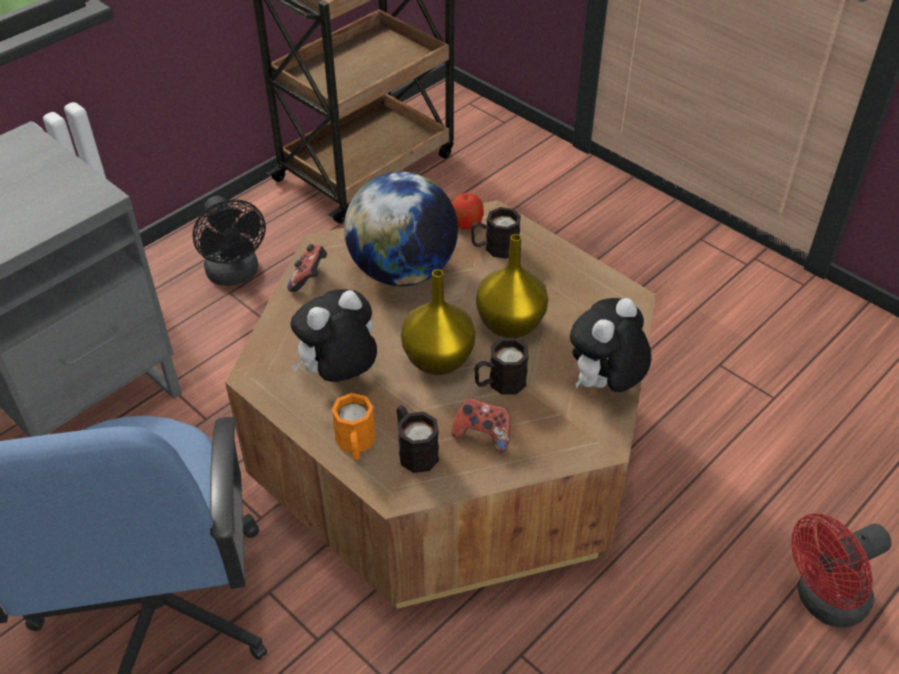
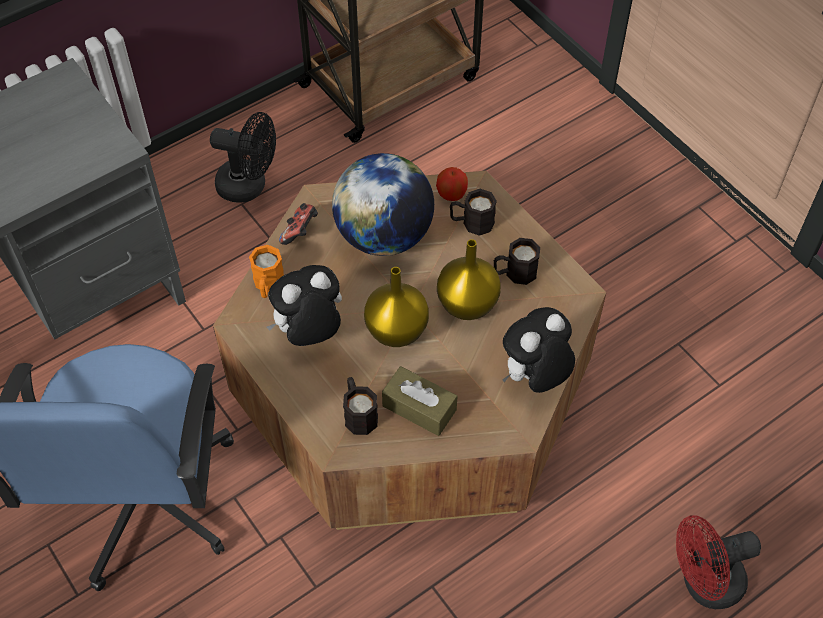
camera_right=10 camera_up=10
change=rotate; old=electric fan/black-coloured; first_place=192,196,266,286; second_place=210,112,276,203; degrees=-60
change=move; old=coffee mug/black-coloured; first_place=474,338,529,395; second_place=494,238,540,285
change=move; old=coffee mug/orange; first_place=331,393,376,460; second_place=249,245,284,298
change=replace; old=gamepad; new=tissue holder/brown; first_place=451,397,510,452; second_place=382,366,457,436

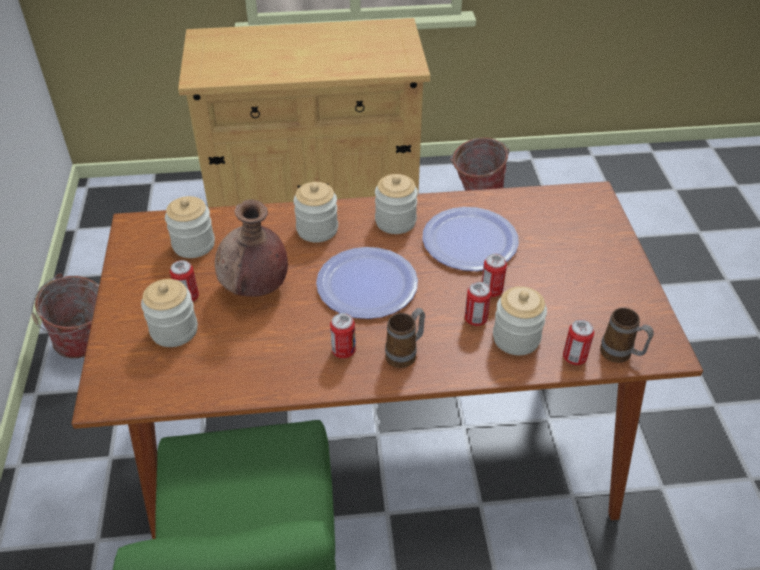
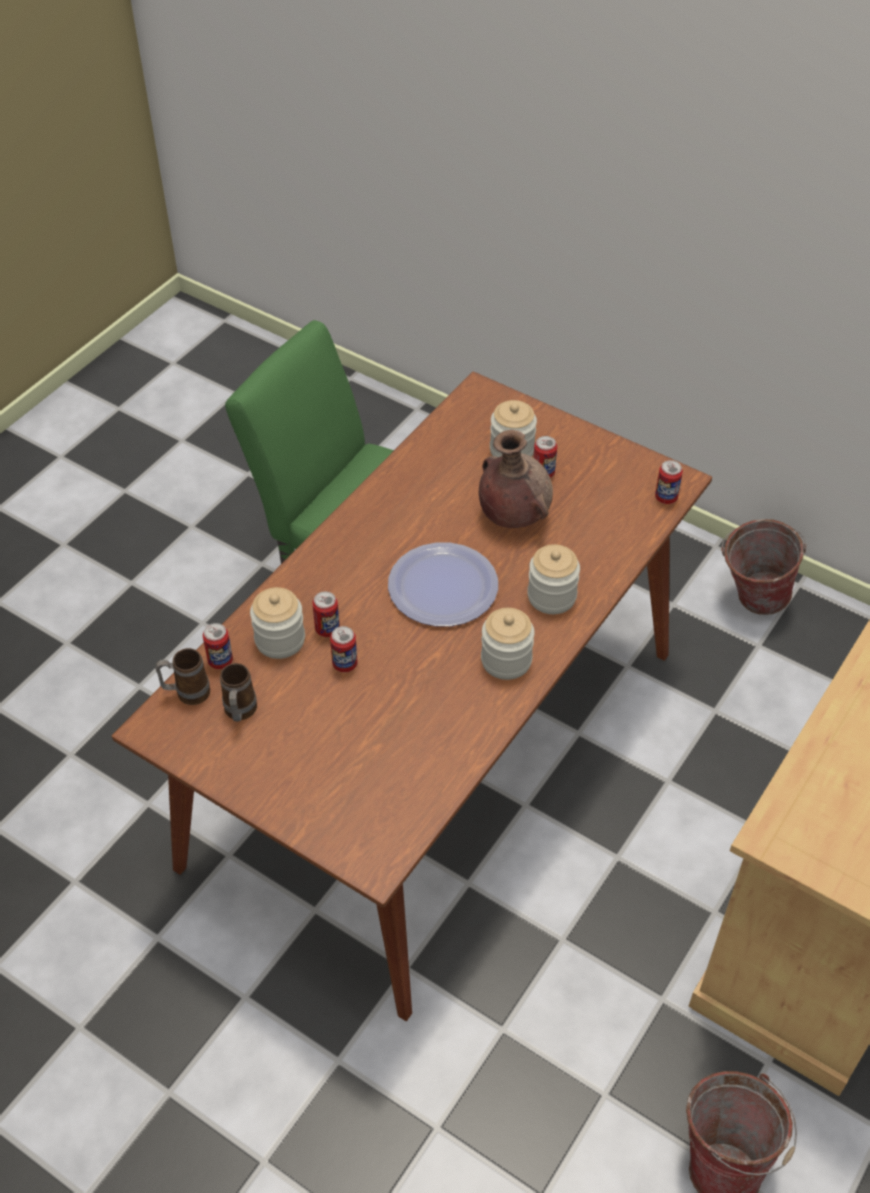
camera_right=130 camera_up=5
change=delete; old=storage jar; first_place=165,196,215,258
change=delete; old=flat dish; first_place=422,207,519,271
change=move; old=coffee mug; first_place=385,308,425,368; second_place=220,663,257,722
change=move; old=metal can; first_place=330,313,356,359; second_place=655,460,683,504

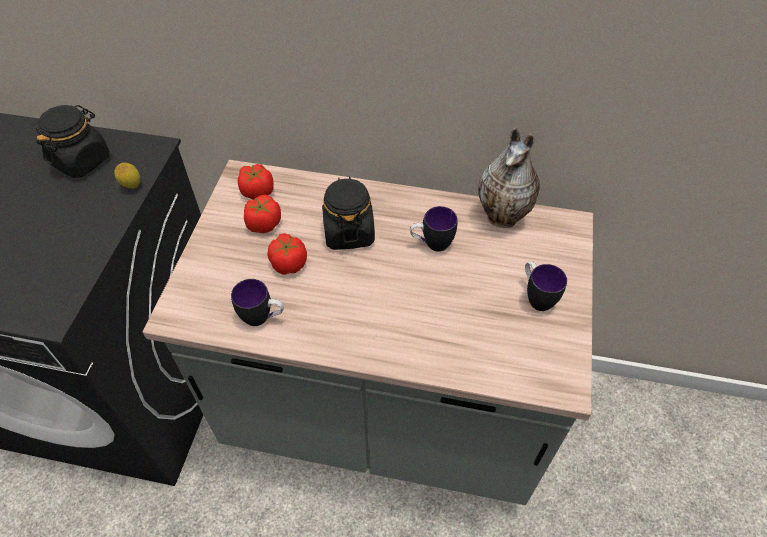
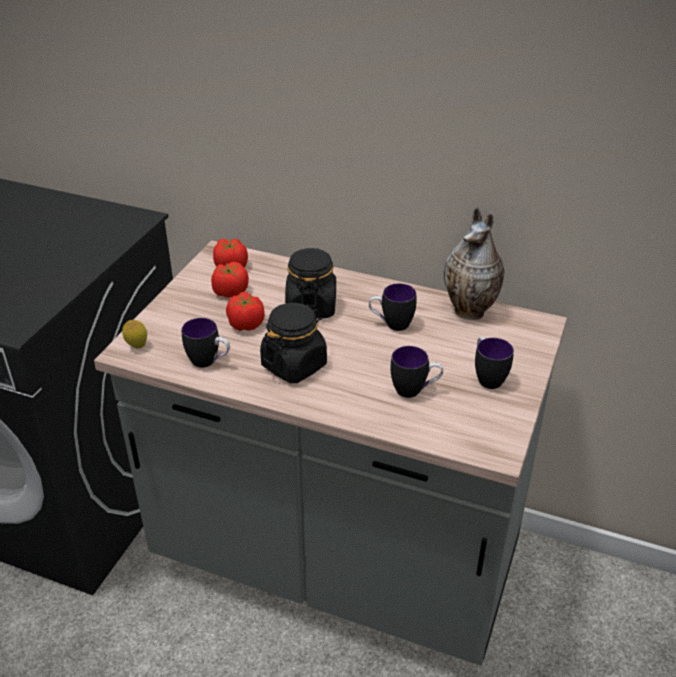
camera_right=10 camera_up=-15
change=move; old=storage jar/black-coloured; first_place=35,105,110,178; second_place=260,303,327,383
change=move; old=lemon; first_place=114,163,140,189; second_place=122,320,147,349
change=insert; new=coffee mug; second_place=391,346,443,398

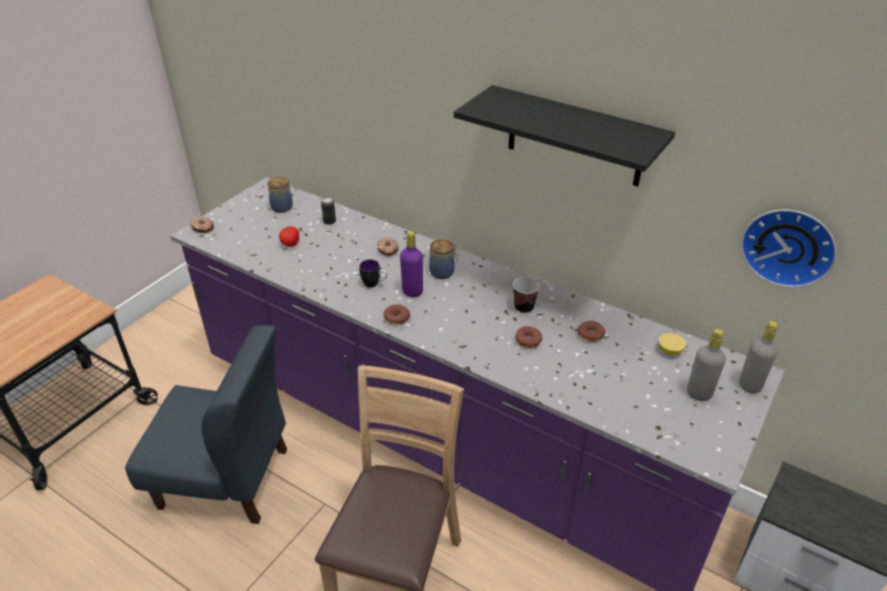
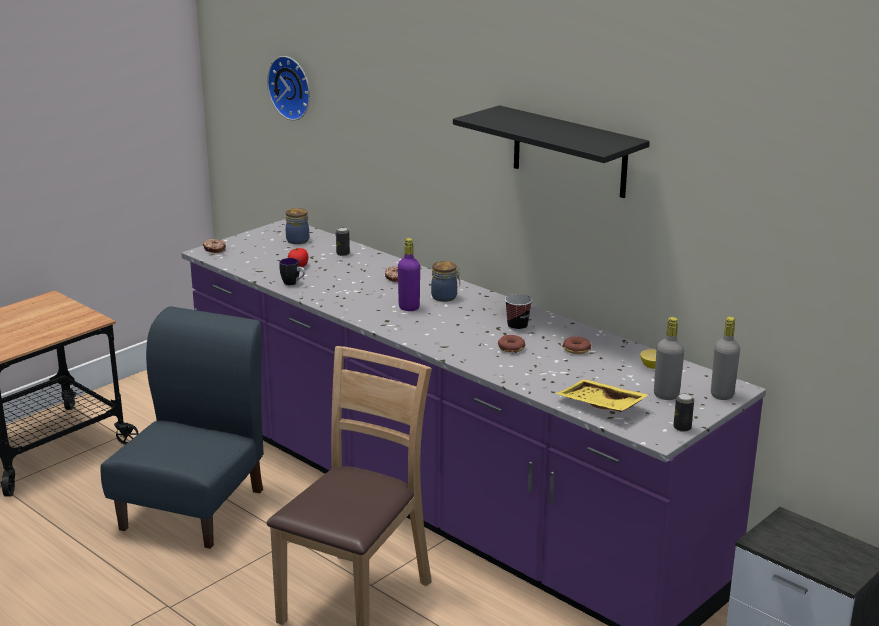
camera_right=10 camera_up=-15
change=move; old=hanging clock; first_place=741,209,837,288; second_place=267,56,310,121
change=move; old=coffee mug; first_place=360,259,387,288; second_place=280,258,305,285
change=delete; old=ring doughnut; first_place=383,304,410,325
change=rotate; old=upright chair/blue-coloured; first_place=125,325,287,524; second_place=101,306,264,549; degrees=-90
change=insert; new=tray/yellow-coloured; second_place=555,379,649,412
change=insert; new=metal can; second_place=673,393,694,432

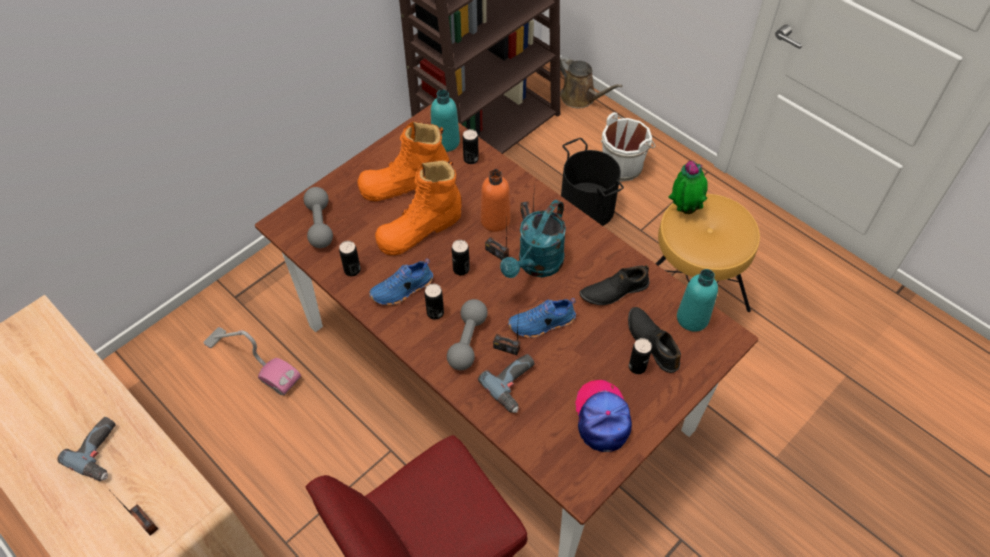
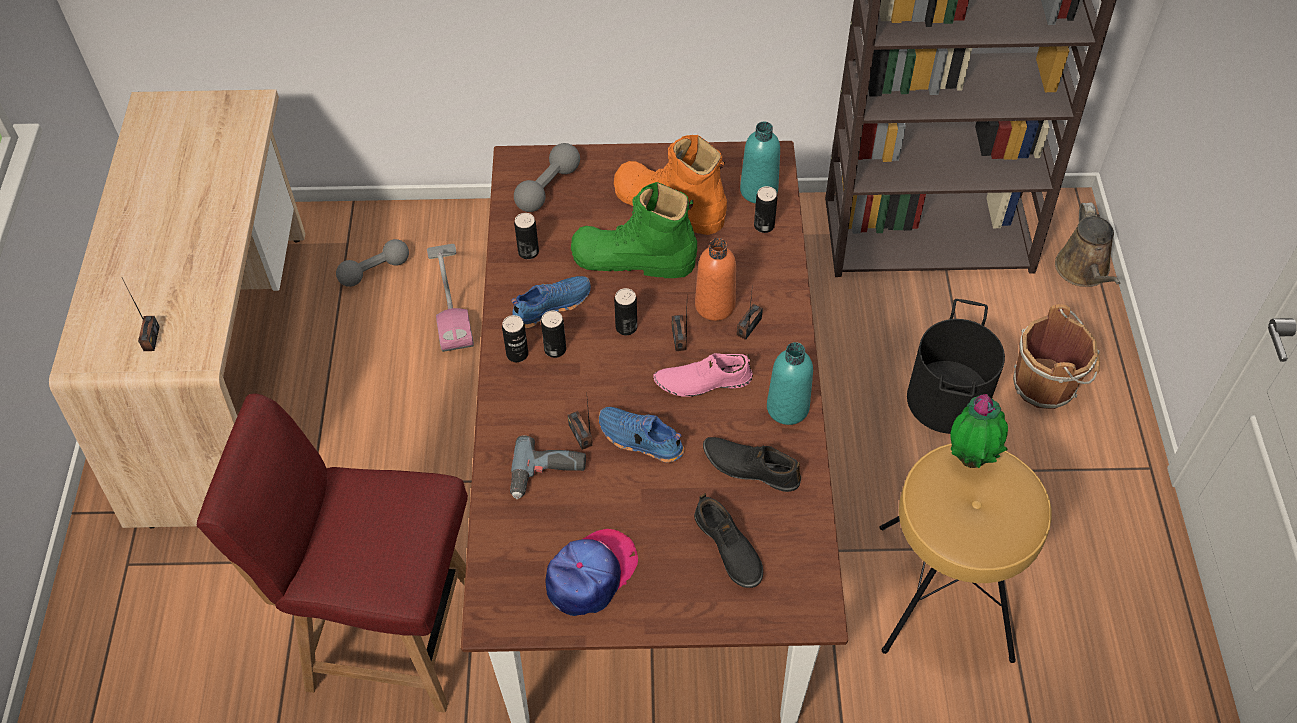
camera_right=45 camera_up=0
change=recolor; old=water bucket/whitish; new=water bucket/brown; first_place=601,112,656,181; second_place=1013,304,1100,409
change=recolor; old=boot/orange; new=boot/green-coloured; first_place=375,160,462,255; second_place=571,182,697,278
change=replace; old=sprinkling can/turquoise; new=shoe/pinkish; first_place=500,200,566,278; second_place=653,353,752,397
change=rotate; old=shoe/blue-coloured; first_place=369,259,433,306; second_place=511,276,591,329; degrees=135
change=move; old=beverage bottle/turquoise; first_place=677,269,718,332; second_place=767,342,813,425
change=move; old=free weight/gray; first_place=447,299,488,370; second_place=336,239,409,287
change=rotate; old=shoe/black-coloured; first_place=628,307,681,373; second_place=694,493,763,588; degrees=135
change=move; old=metal can; first_place=629,338,652,374; second_place=502,315,528,362
change=delete; old=power drill; first_place=58,417,116,481

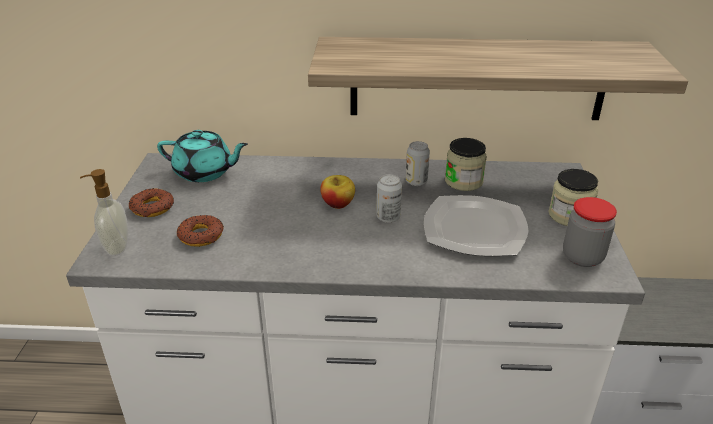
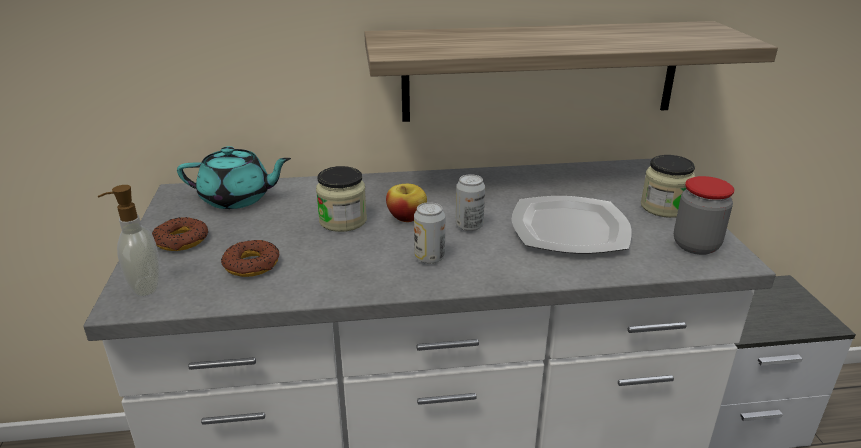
camera_right=-10 camera_up=-5
change=move; old=storage jar; first_place=445,138,487,191; second_place=316,166,367,232
change=move; old=metal can; first_place=406,141,430,186; second_place=414,202,445,264

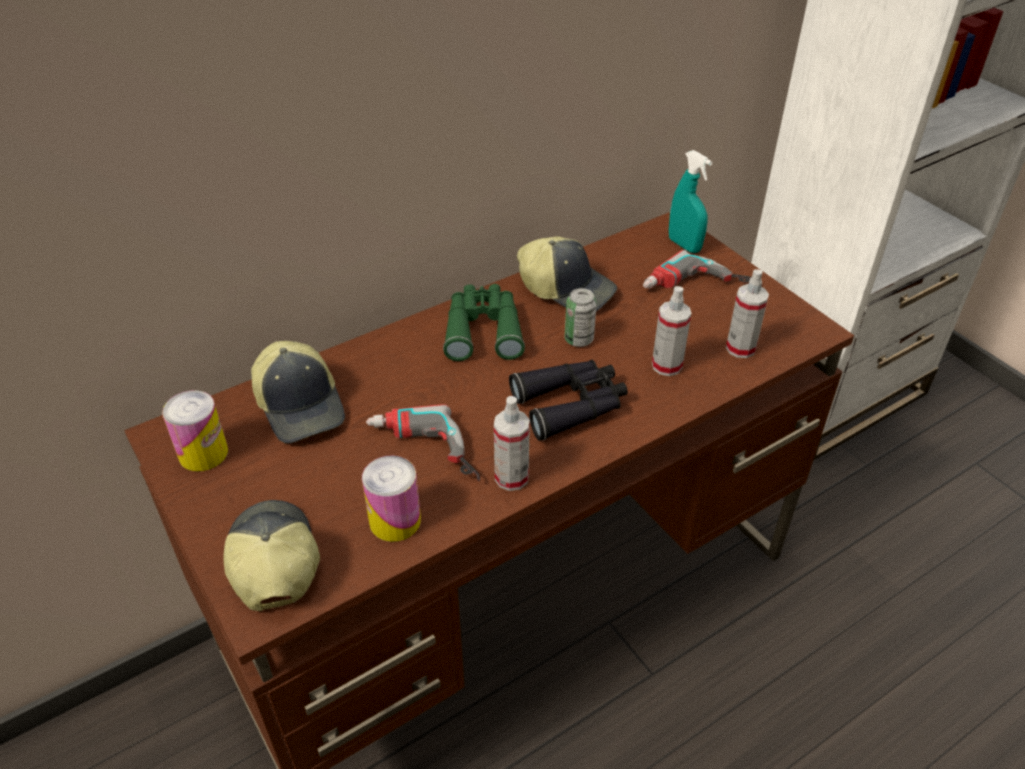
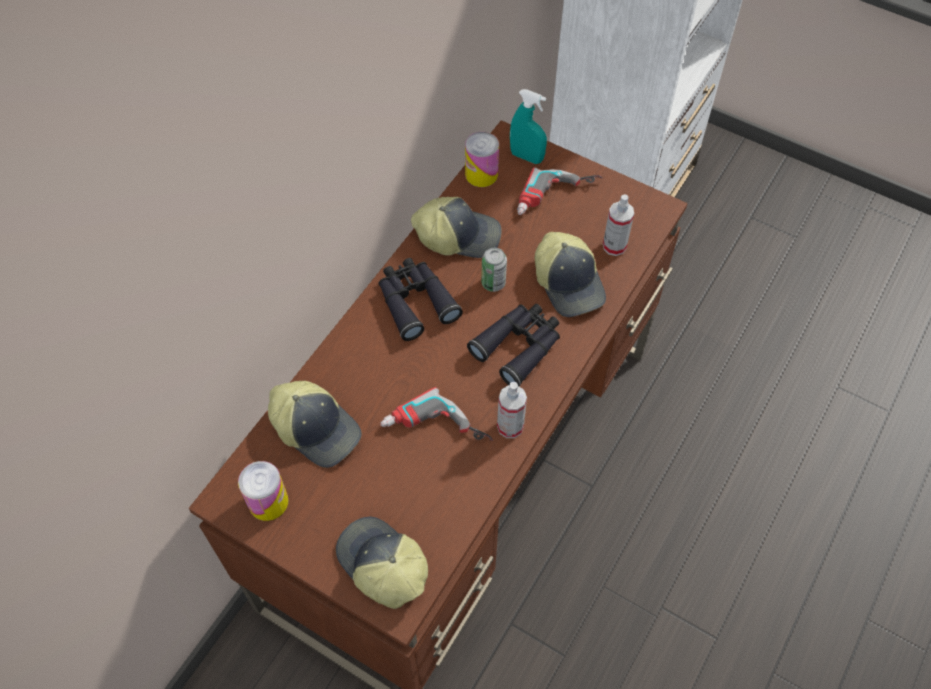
camera_right=-25 camera_up=15
change=recolor; old=binoculars/green-coloured; new=binoculars/black-coloured; first_place=443,284,525,361; second_place=378,258,463,341
change=replace; old=spray bottle; new=baseball cap; first_place=652,286,691,376; second_place=535,232,606,317
change=move; old=metal can; first_place=362,456,421,542; second_place=465,132,499,187

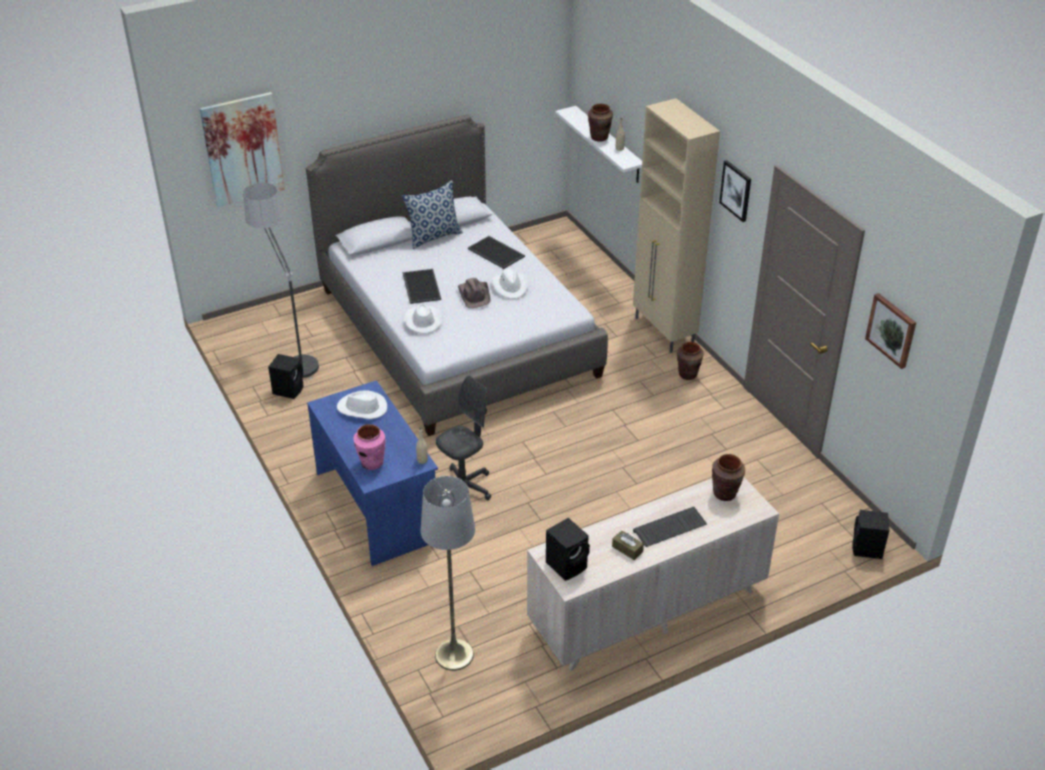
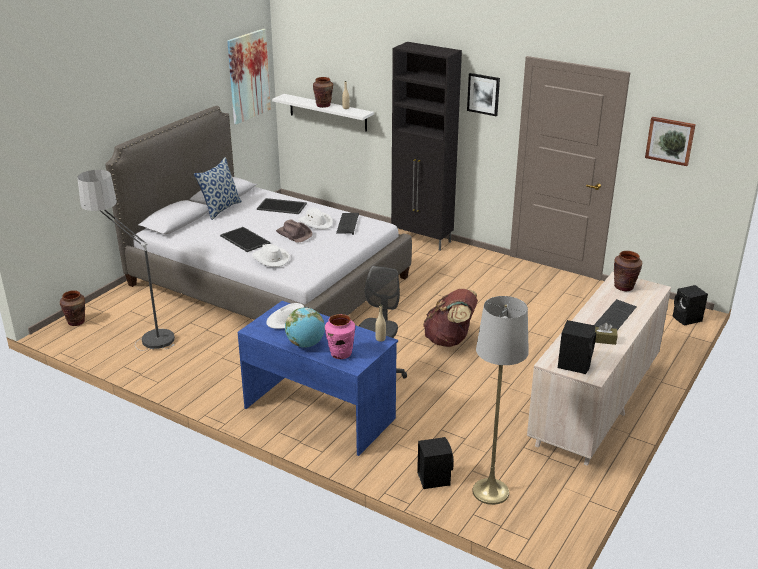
camera_right=-30 camera_up=-10
change=move; old=wall art; first_place=200,92,285,207; second_place=227,29,271,124
change=recolor; old=cupboard/beige; new=cupboard/black-coloured; first_place=633,98,720,353; second_place=391,42,462,251
change=move; old=vase/brown; first_place=677,342,703,380; second_place=60,290,85,326
change=move; old=audio speaker/black-coloured; first_place=268,354,304,399; second_place=417,437,454,489
change=insert; new=PC keyboard; second_place=336,213,359,235
change=insert; new=rucksack/brown; second_place=423,289,478,347
change=insert; new=world globe; second_place=285,308,325,348

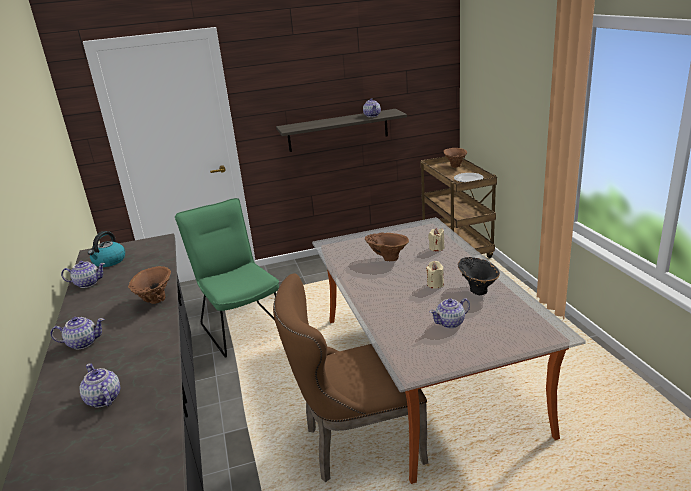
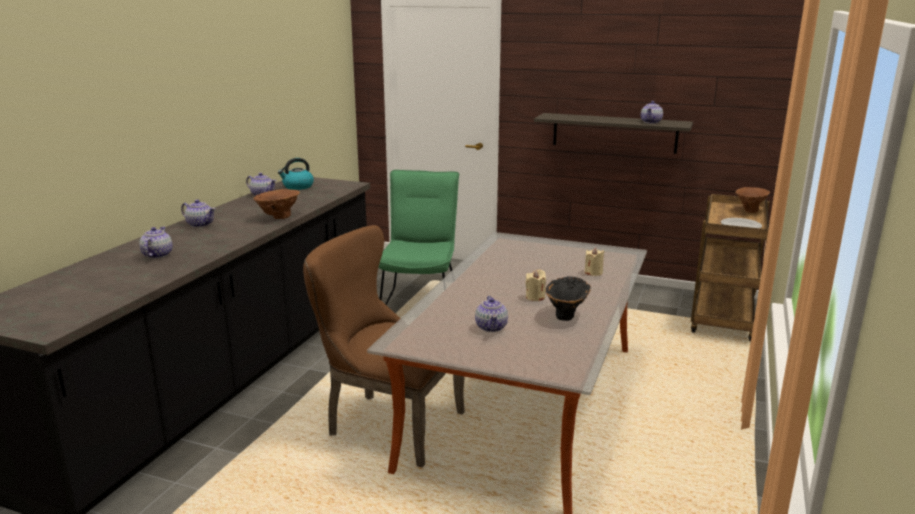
camera_right=35 camera_up=-5
change=delete; old=vase/brown; first_place=365,232,409,261
change=rotate; old=pot for tea; first_place=430,298,470,328; second_place=475,296,508,332; degrees=-105

